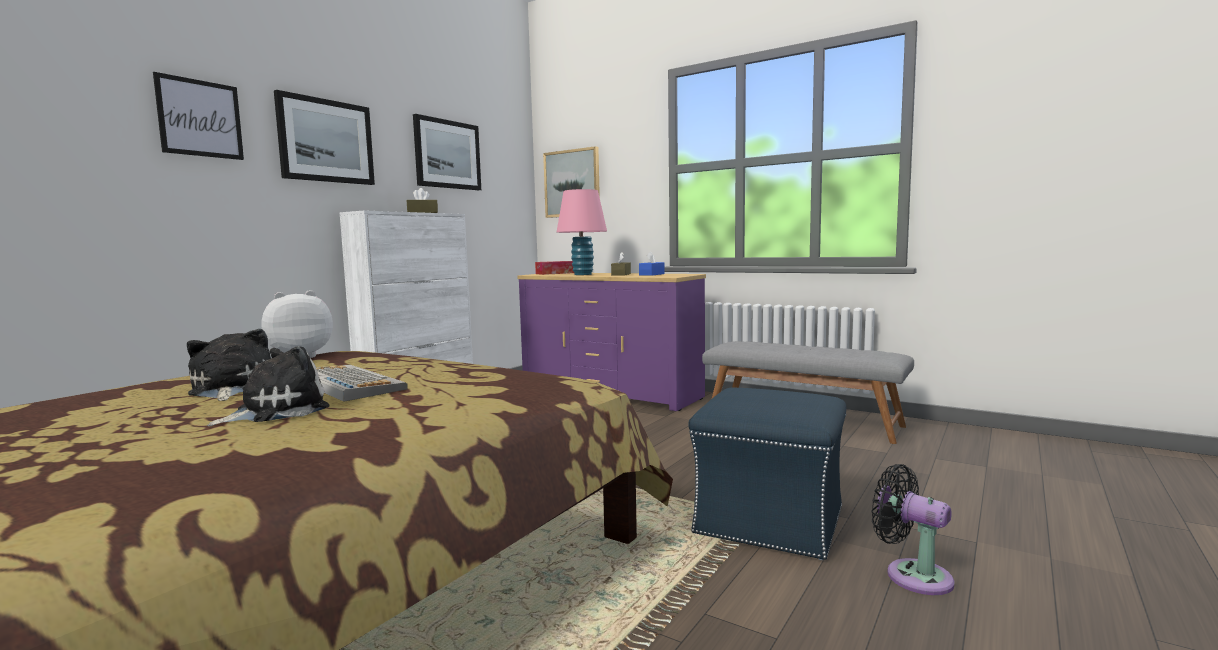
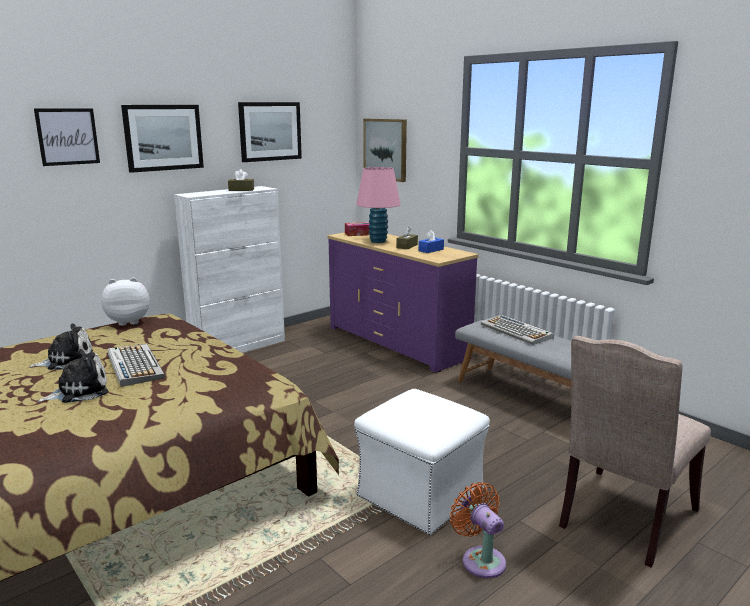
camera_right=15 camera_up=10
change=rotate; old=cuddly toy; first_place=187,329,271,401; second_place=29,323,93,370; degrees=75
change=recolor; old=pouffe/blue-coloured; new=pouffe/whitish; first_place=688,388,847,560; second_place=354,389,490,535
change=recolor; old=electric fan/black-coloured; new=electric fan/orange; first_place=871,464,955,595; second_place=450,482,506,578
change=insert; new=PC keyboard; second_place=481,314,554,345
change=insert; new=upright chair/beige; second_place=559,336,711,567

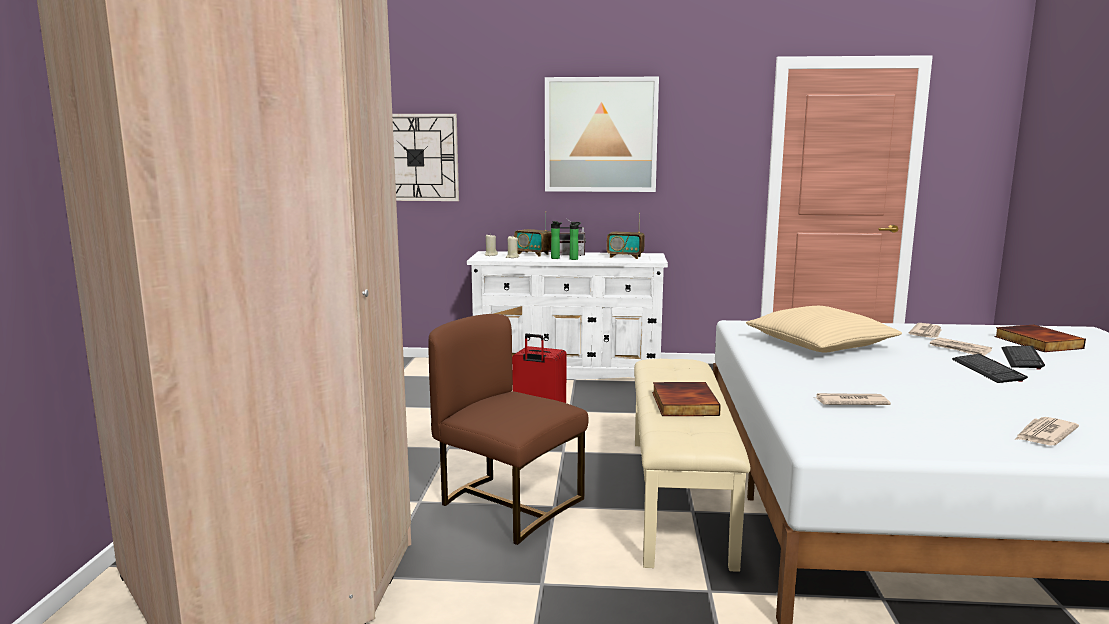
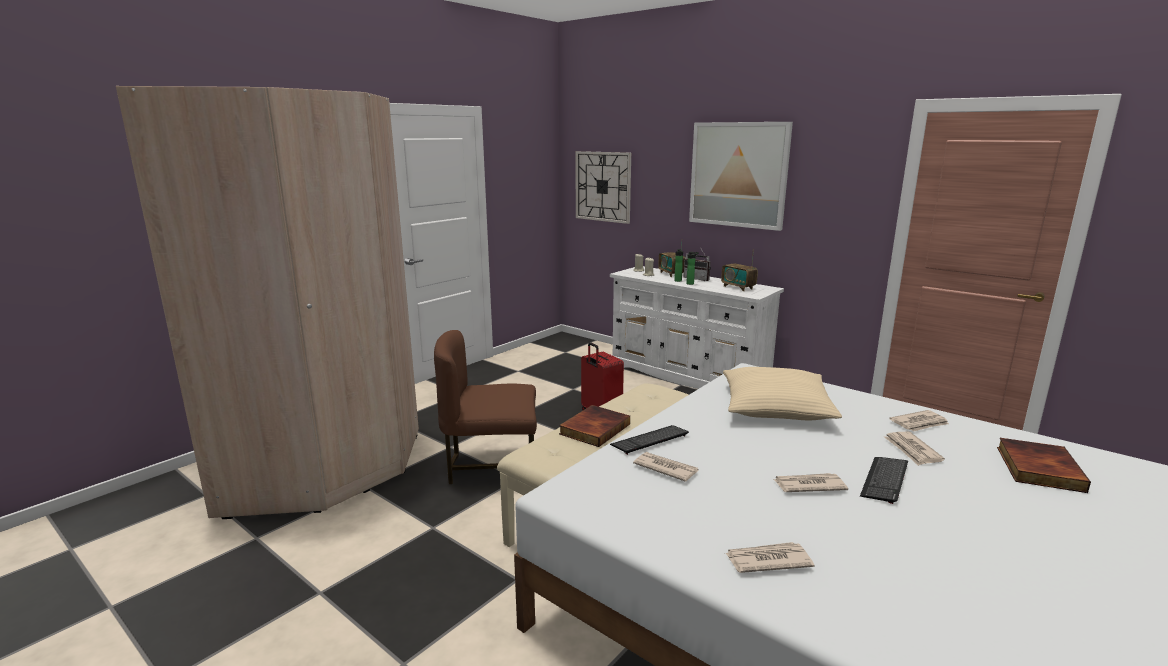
camera_right=35 camera_up=5
change=rotate; old=upright chair/brown; first_place=428,314,588,545; second_place=434,330,537,484; degrees=-75
change=move; old=PC keyboard; first_place=1002,346,1045,370; second_place=610,425,689,455
change=insert; new=daily paper; second_place=774,473,848,492

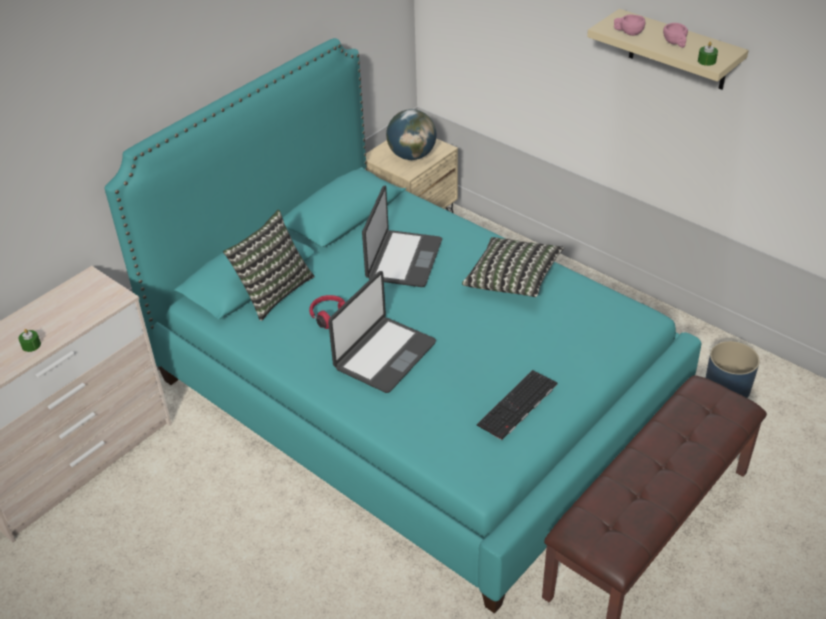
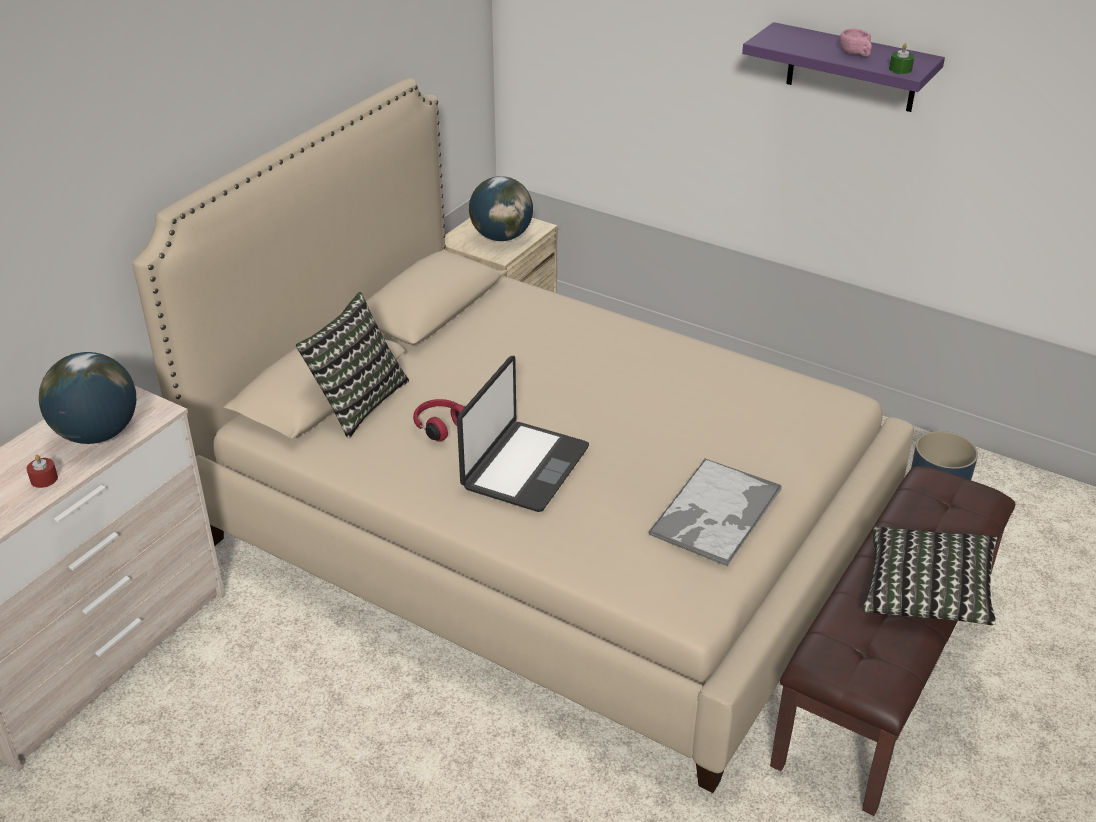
camera_right=-10 camera_up=-5
change=recolor; old=shelf/beige; new=shelf/purple; first_place=587,9,749,90; second_place=742,22,945,112
change=delete; old=drinking cup/pinkish; first_place=614,14,645,36
change=recolor; old=sleeping bed/turquoise; new=sleeping bed/beige; first_place=105,38,701,614; second_place=132,78,914,793
change=delete; old=portable computer; first_place=362,186,442,287
change=move; old=throw pillow; first_place=462,237,564,297; second_place=863,527,997,625
change=recolor; old=wax light/green-coloured; new=wax light/red; first_place=19,329,41,352; second_place=26,455,58,488
change=replace; old=PC keyboard; new=tray; first_place=477,370,558,440; second_place=648,458,782,566
change=insert; new=world globe; second_place=39,352,136,444

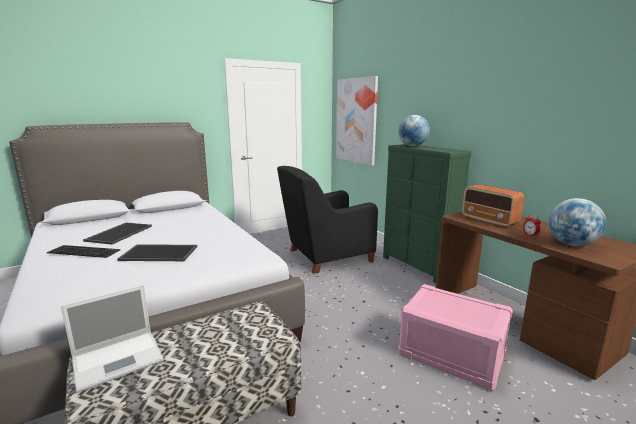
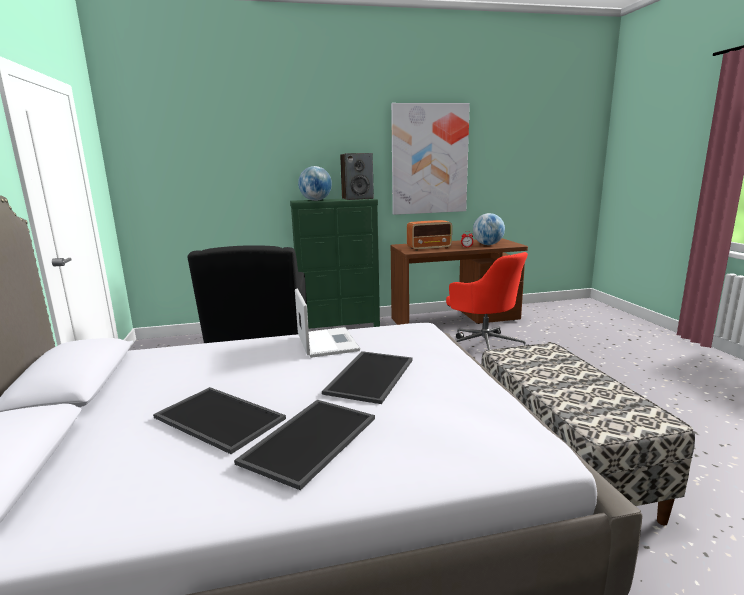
camera_right=-70 camera_up=0
change=move; old=wall art; first_place=336,76,378,166; second_place=391,103,470,215
change=replace; old=PC keyboard; new=tray; first_place=47,245,120,258; second_place=234,400,375,490
change=replace; old=storage box/pinkish; new=desk chair/red; first_place=398,284,513,391; second_place=446,252,528,350
change=move; old=portable computer; first_place=61,285,164,393; second_place=295,288,360,358
change=insert; new=audio speaker; second_place=340,153,374,200

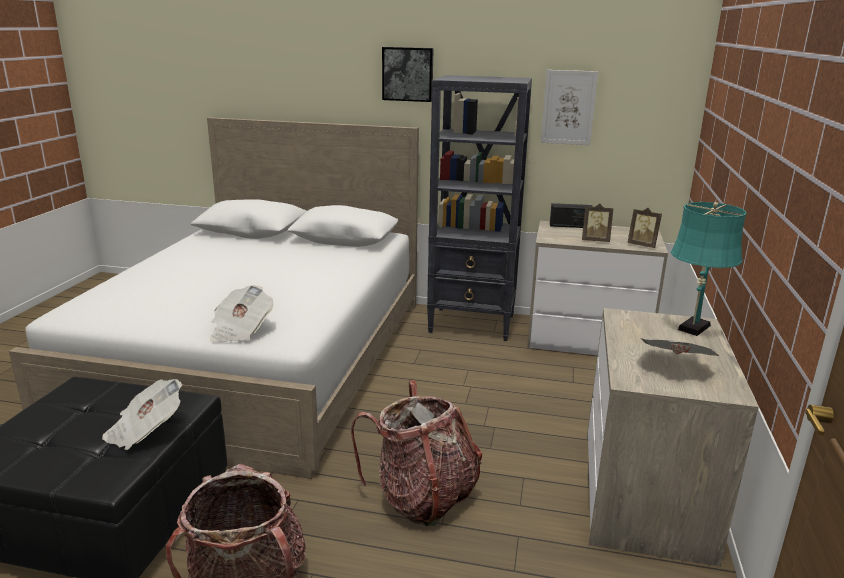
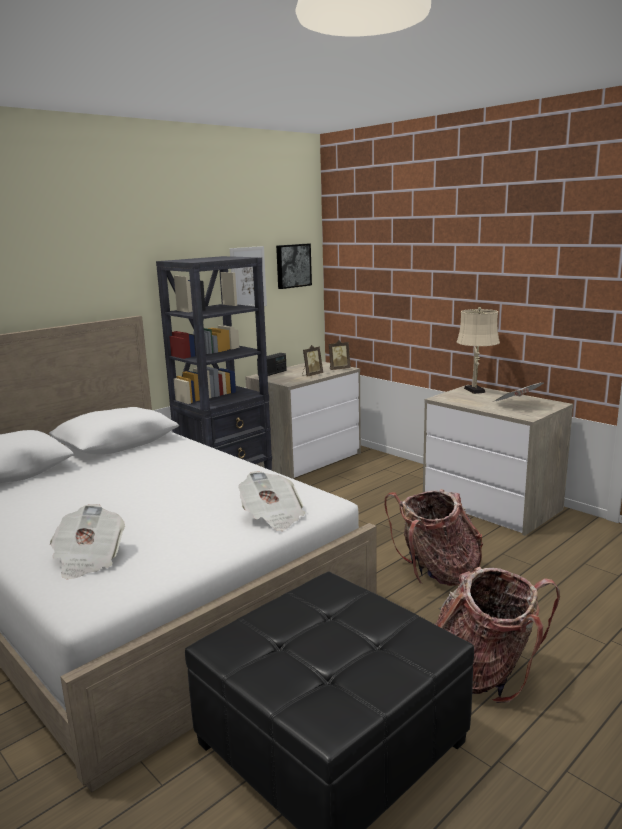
camera_right=-55 camera_up=-5
change=move; old=wall art; first_place=382,47,434,102; second_place=276,244,312,289
change=recolor; old=lamp for a table/turquoise; new=lamp for a table/beige; first_place=671,202,747,336; second_place=457,307,500,394
change=move; old=daily paper; first_place=102,379,182,450; second_place=50,504,125,579

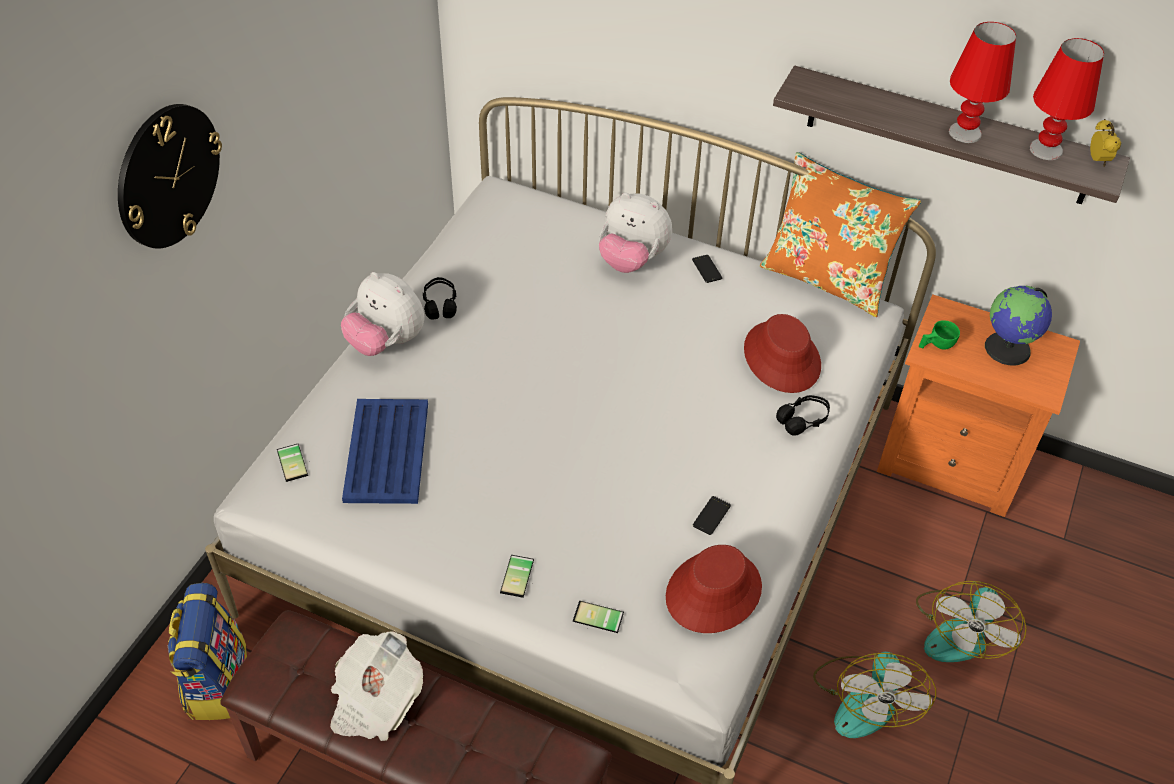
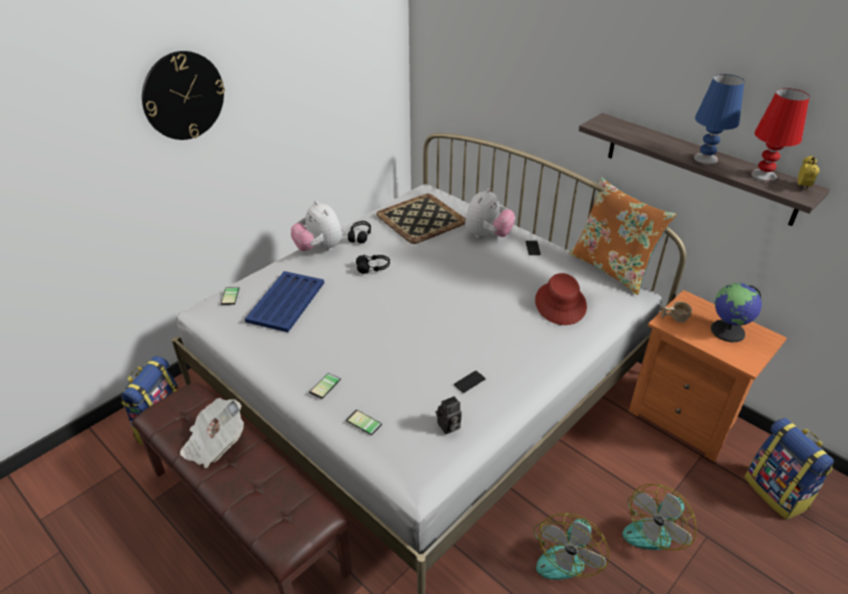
camera_right=20 camera_up=-10
change=recolor; old=lamp for a table/red; new=lamp for a table/blue-coloured; first_place=949,22,1016,143; second_place=694,74,744,164
change=rotate; old=cuddly toy; first_place=599,193,672,273; second_place=465,188,515,238; degrees=-105
change=recolor; old=drinking cup/green-coloured; new=drinking cup/beige; first_place=919,320,960,350; second_place=661,301,692,323
change=move; old=pair of headphones/black-coloured; first_place=776,395,830,436; second_place=356,255,390,274
change=replace; old=wearable hat/red; new=still camera; first_place=666,545,762,633; second_place=435,396,462,434
change=insert; new=tray; second_place=376,194,466,244
change=insert; new=rucksack; second_place=745,418,834,519

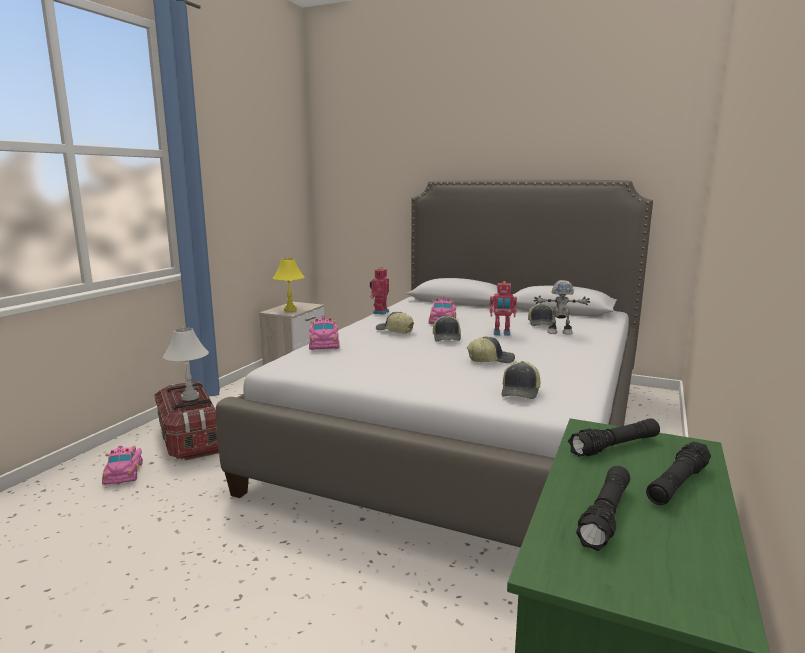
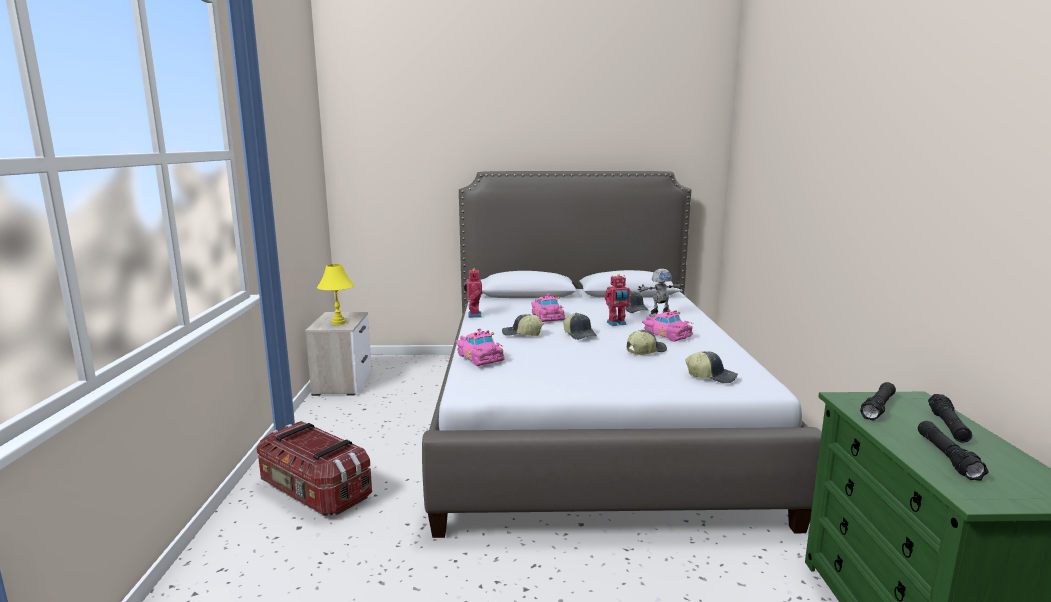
camera_right=-25 camera_up=0
change=delete; old=lamp for a table/whitish; first_place=163,328,209,401
change=rotate; old=baseball cap; first_place=501,361,540,399; second_place=685,351,738,383; degrees=-60
change=move; old=toy car/pinkish; first_place=102,446,143,485; second_place=642,309,694,342

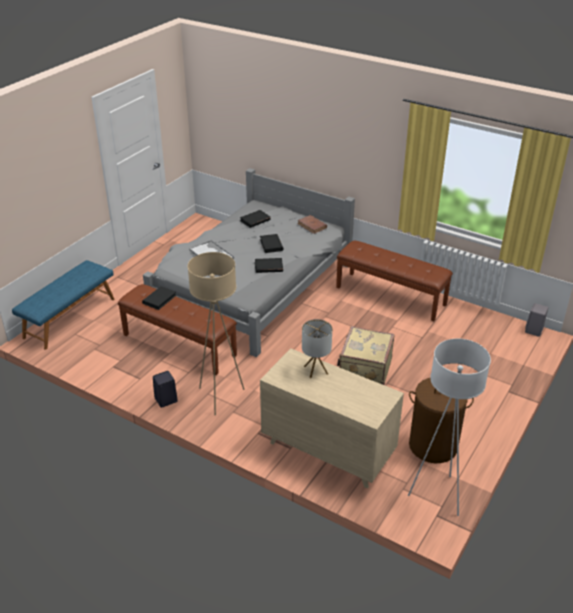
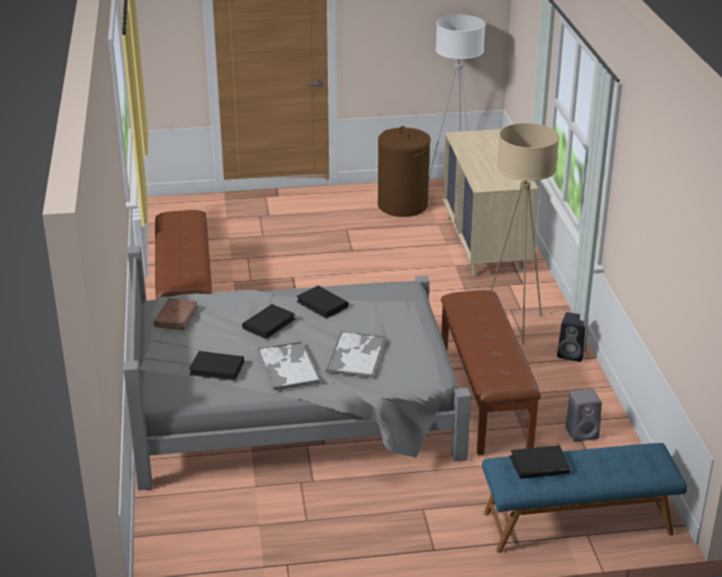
camera_right=-130 camera_up=-5
change=move; old=volume/black-coloured; first_place=142,286,177,310; second_place=509,445,570,479
change=move; old=audio speaker/gray; first_place=525,303,548,337; second_place=565,388,602,442
change=delete; old=lamp for a table; first_place=302,319,332,378
change=delete; old=travel case/beige; first_place=337,326,394,385
change=insert; new=tray; second_place=258,341,320,390

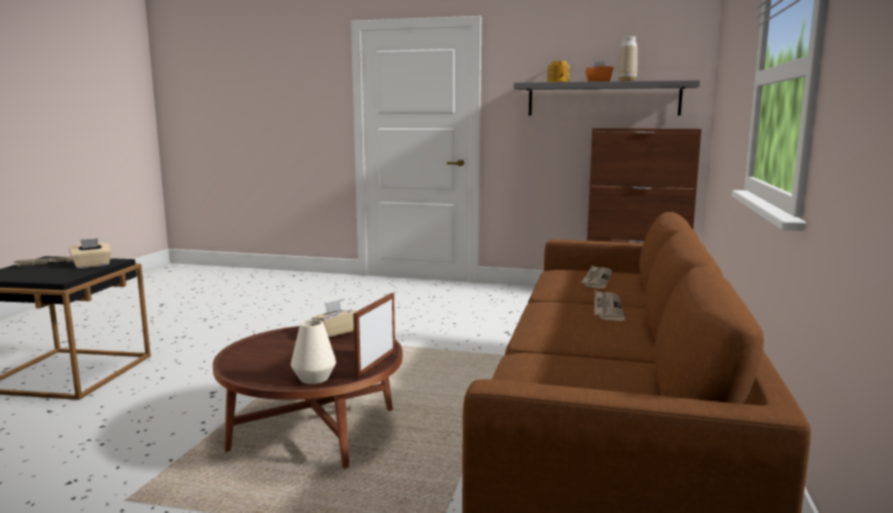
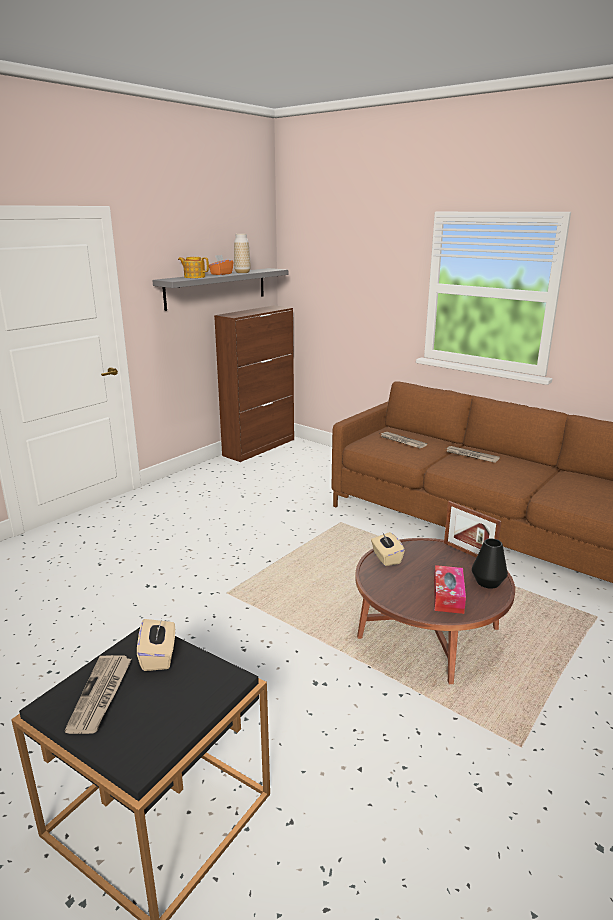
camera_right=-65 camera_up=10
change=recolor; old=vase/whitish; new=vase/black-coloured; first_place=291,319,336,384; second_place=472,539,508,589
change=insert; new=tissue holder; second_place=434,565,466,614

